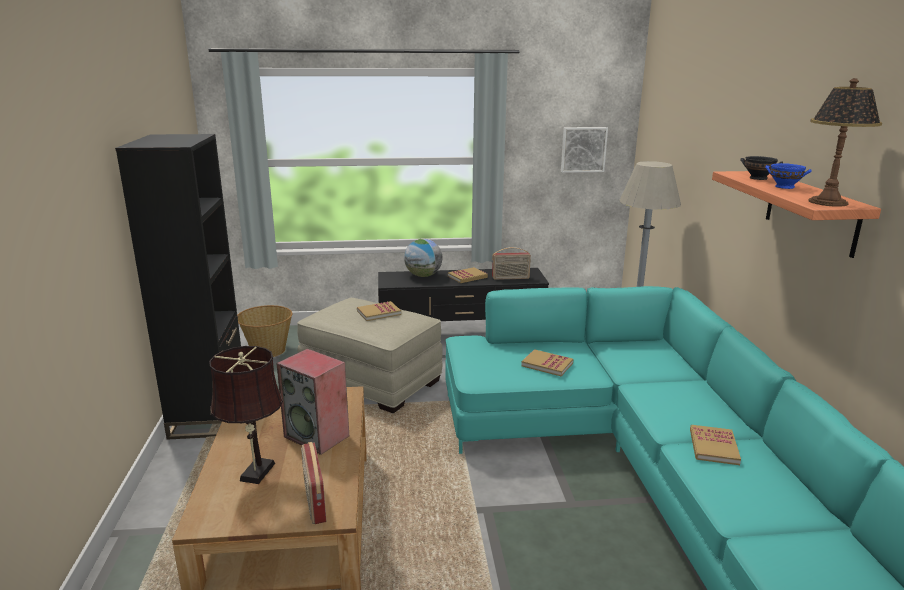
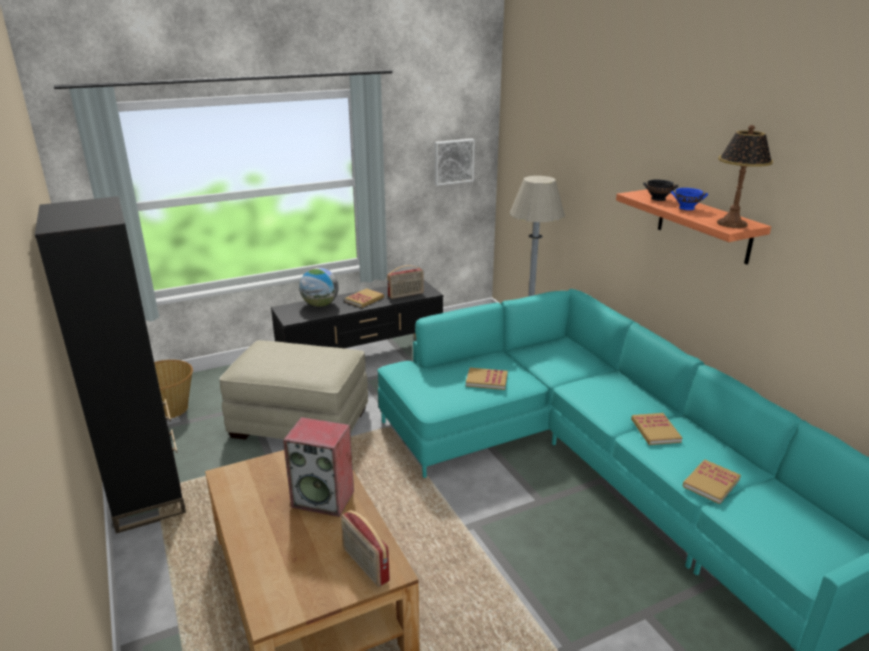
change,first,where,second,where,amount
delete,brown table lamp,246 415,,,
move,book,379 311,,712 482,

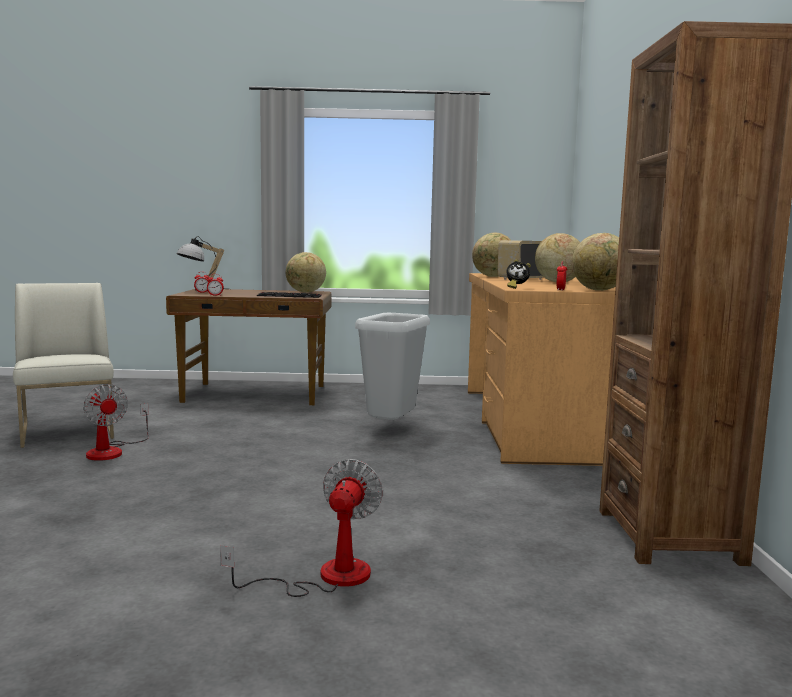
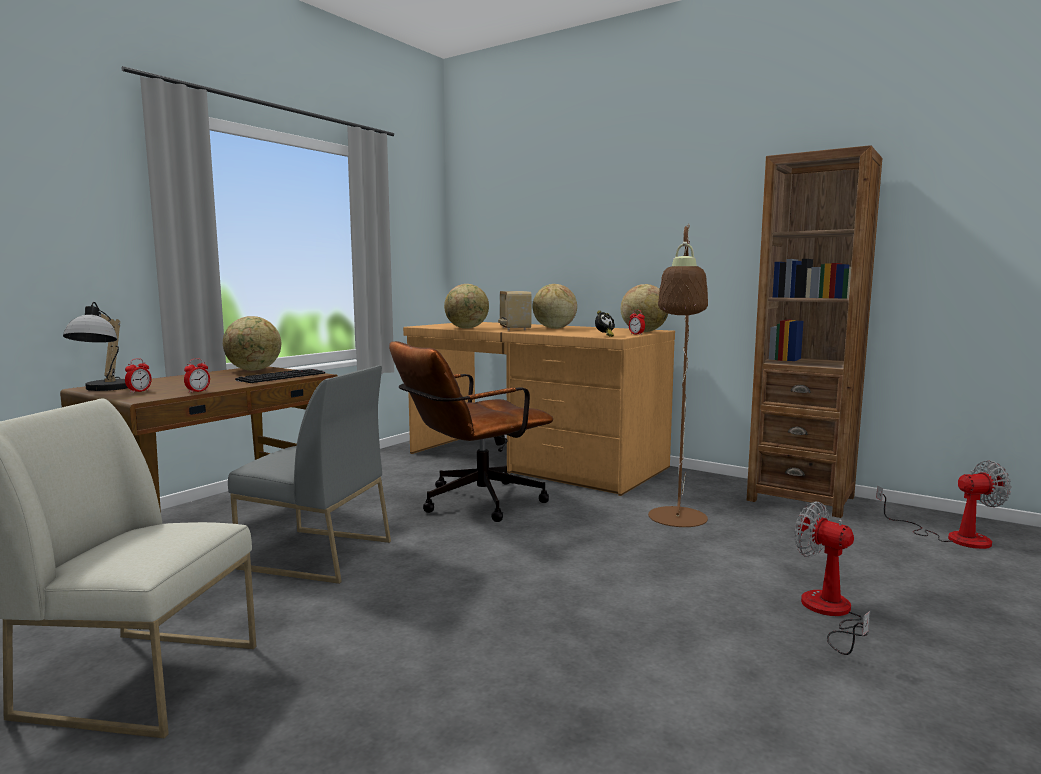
change,first,where,second,where,amount
move,fan,116 422,,944 505,
replace,grey trash can,392 366,brown office chair,471 431,
insert,,,grey chair,309 474,
insert,,,brown floor lamp,678 375,

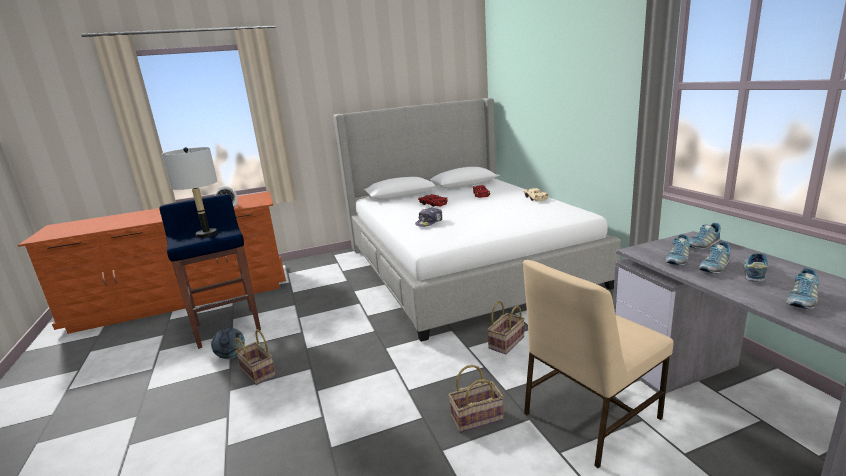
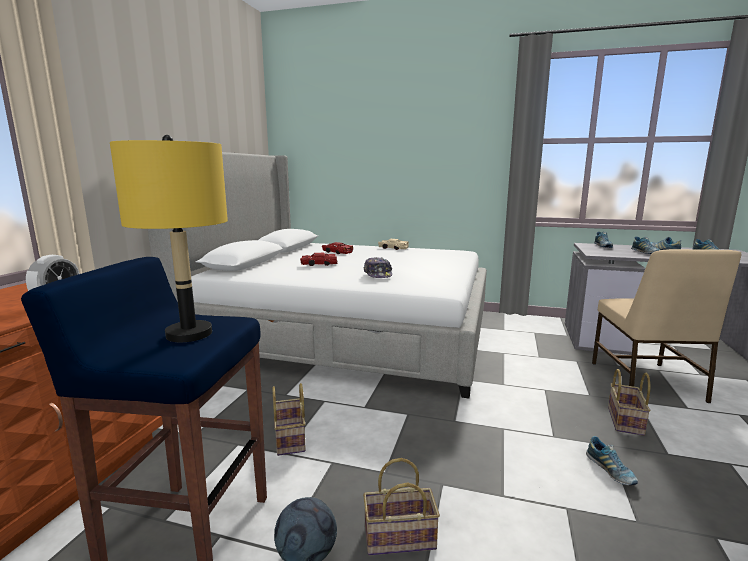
change,first,where,second,where,amount
recolor,grey table lamp,190 192,yellow table lamp,169 238,
move,basket,506 327,,289 419,
move,shoe,677 249,,612 460,

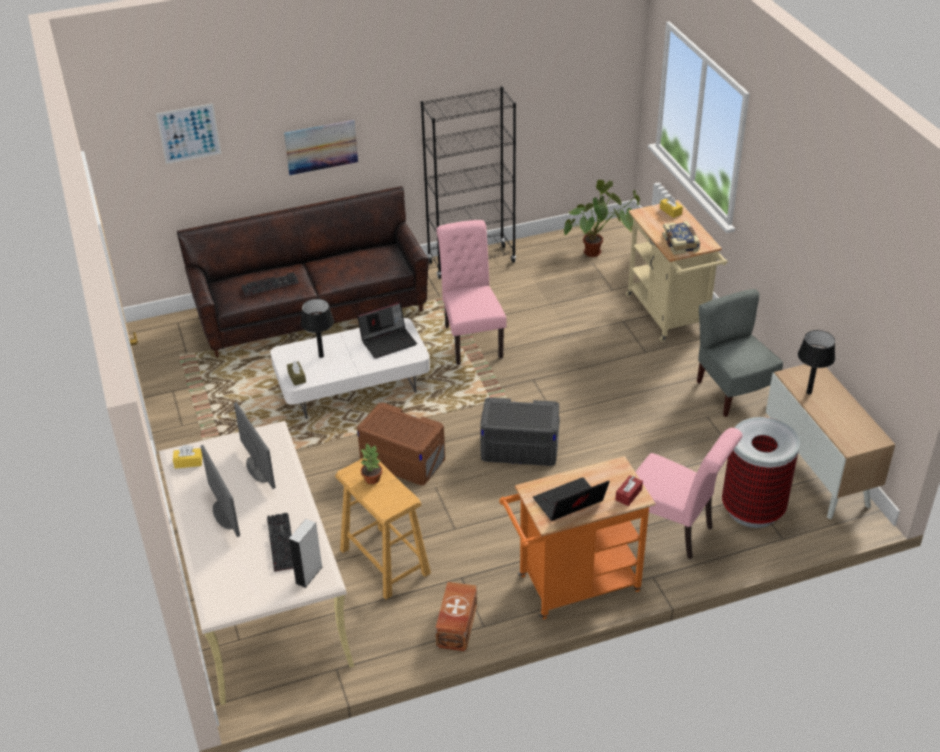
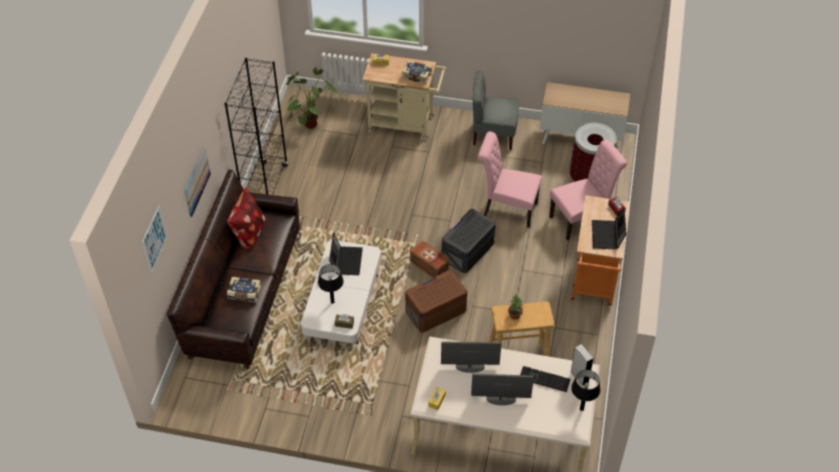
change,first,where,second,where,amount
replace,keyboard,270 284,book,244 289,
move,brown storage box,456 616,,429 259,
move,pink chair,471 292,,510 180,
move,black table lamp,816 362,,585 390,
insert,,,pillow,246 219,

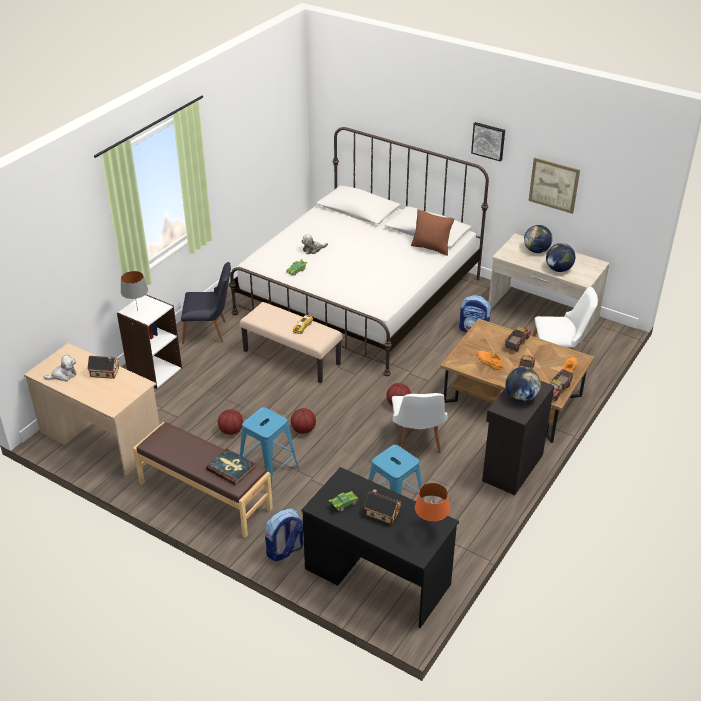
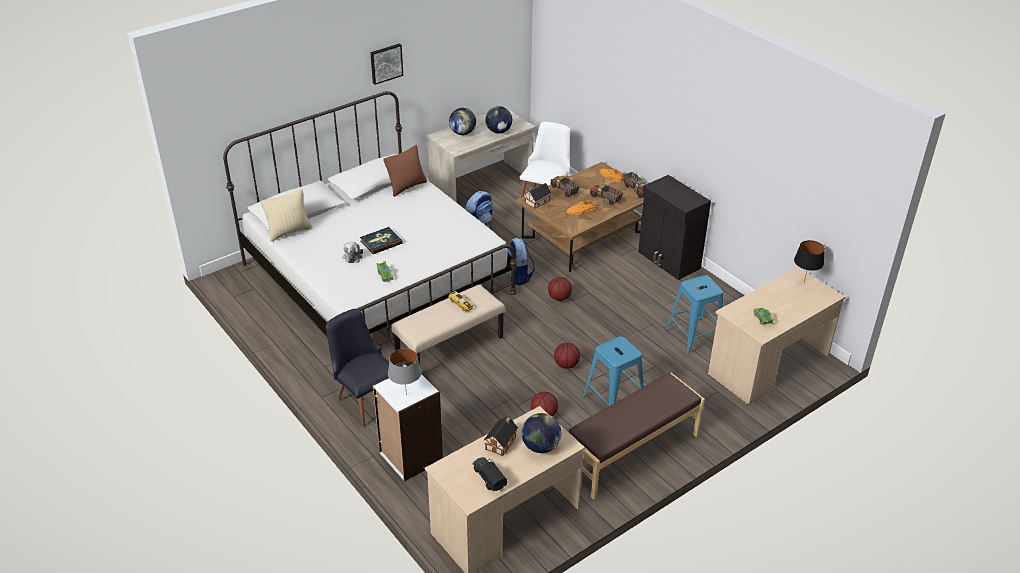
change,first,where,second,where,amount
replace,plush toy,60 368,toy truck,490 474,
rotate,black chair,206 303,,357 368,60 degrees counterclockwise
move,book,231 467,,381 240,
move,backpack,284 535,,520 261,
recolor,black desk,380 547,beige desk,777 336,
move,toy house,383 507,,537 196,
delete,white chair,420 423,,,
recolor,orange table lamp,432 503,black table lamp,809 261,
move,globe,523 384,,541 433,
delete,picture,554 185,,,
insert,,,beige pillow,286 215,

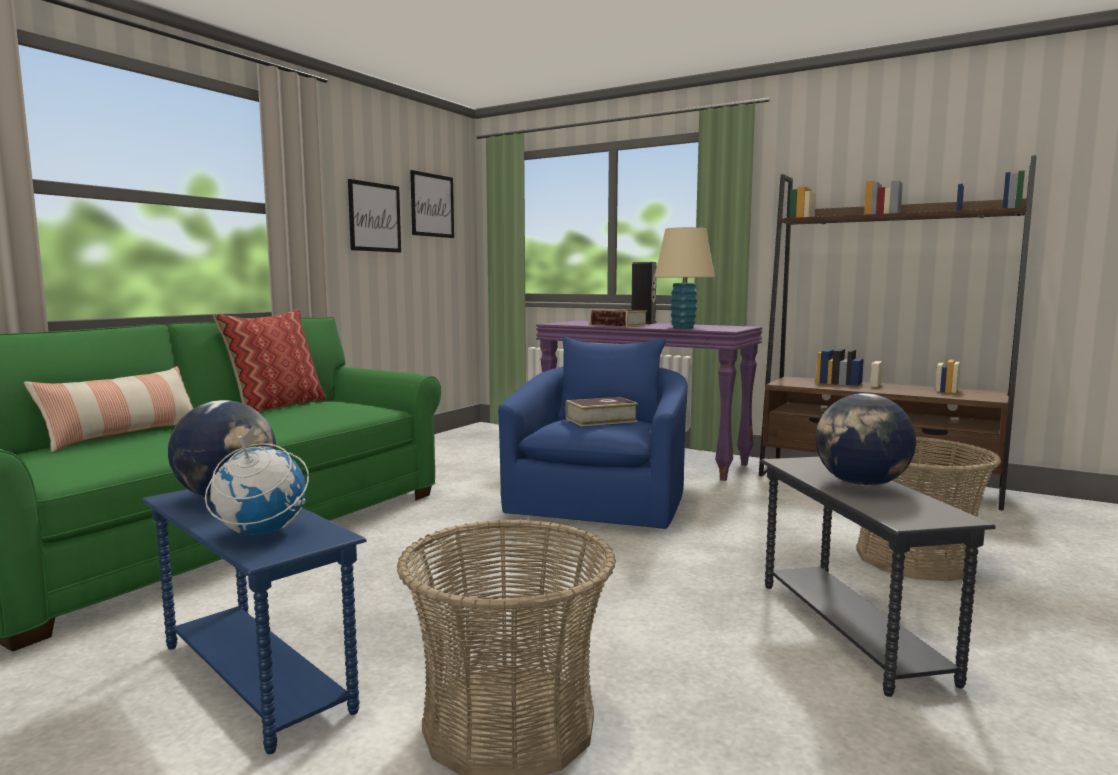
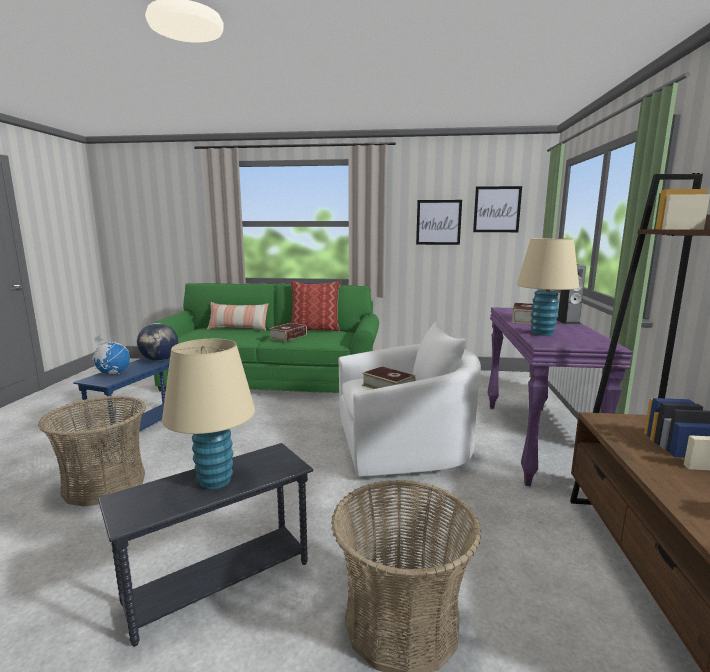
change,first,where,second,where,amount
recolor,blue armchair,593 433,white armchair,409 399,
replace,globe,865 439,beige table lamp,208 414,
insert,,,book,288 332,

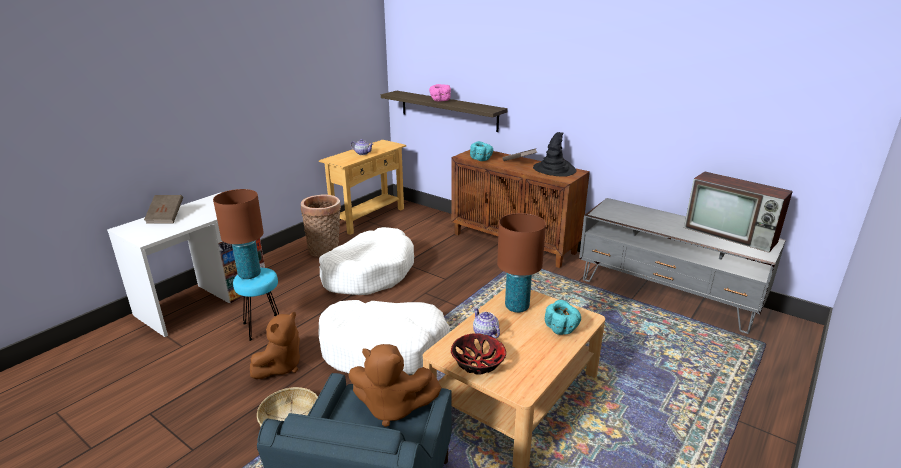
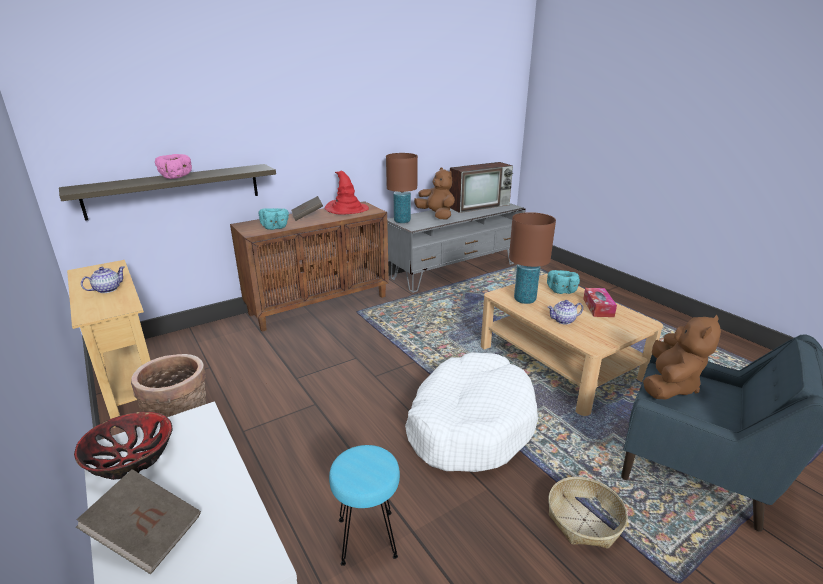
change,first,where,second,where,amount
move,brown table lamp,238 234,,402 188,
move,brown plush toy,275 345,,434 193,
delete,white dog bed,366 261,,,
move,bowl,478 354,,123 446,
recolor,black hat,554 154,red hat,347 193,
insert,,,tissue box,600 302,

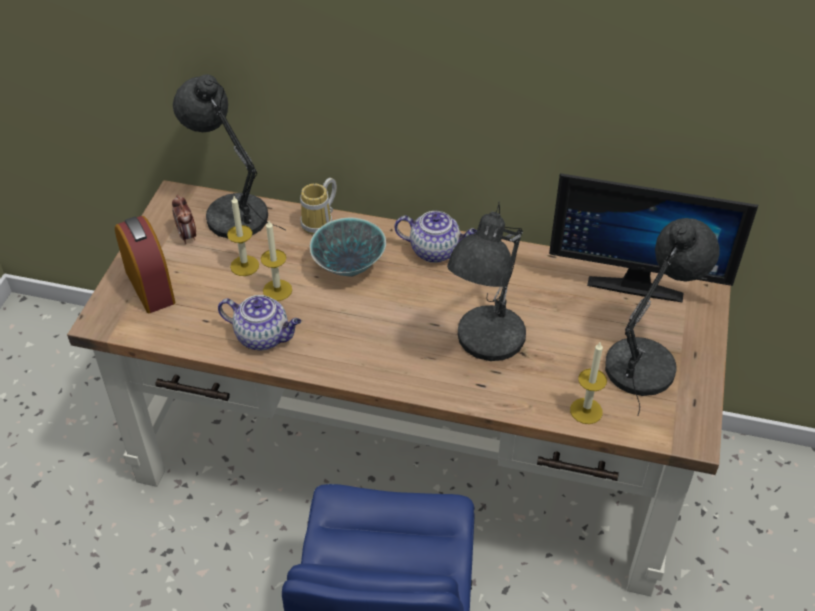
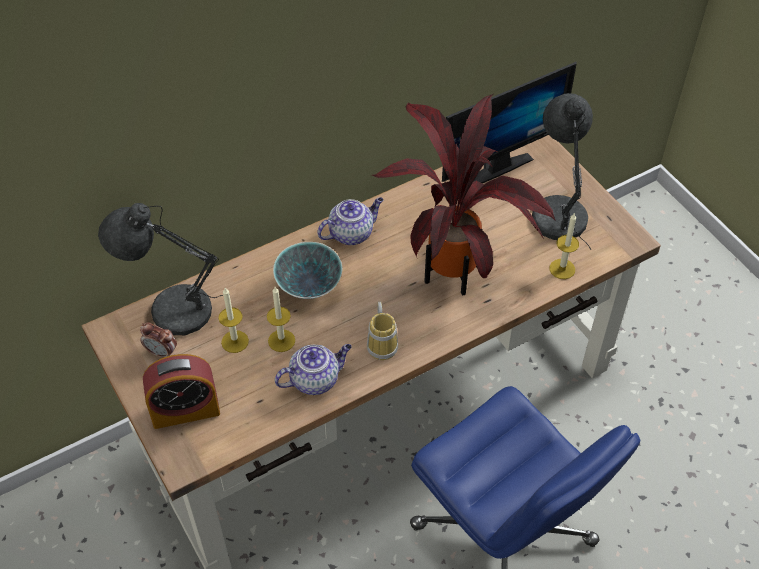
change,first,where,second,where,amount
rotate,alarm clock,145 264,,181 391,150 degrees clockwise
move,mug,318 206,,382 331,
replace,grey table lamp,486 281,potted plant,464 195,

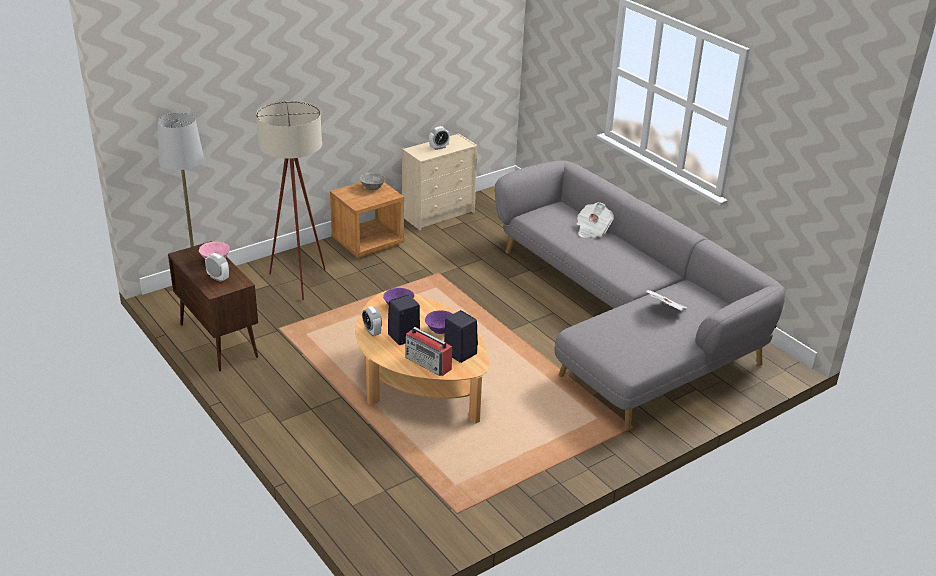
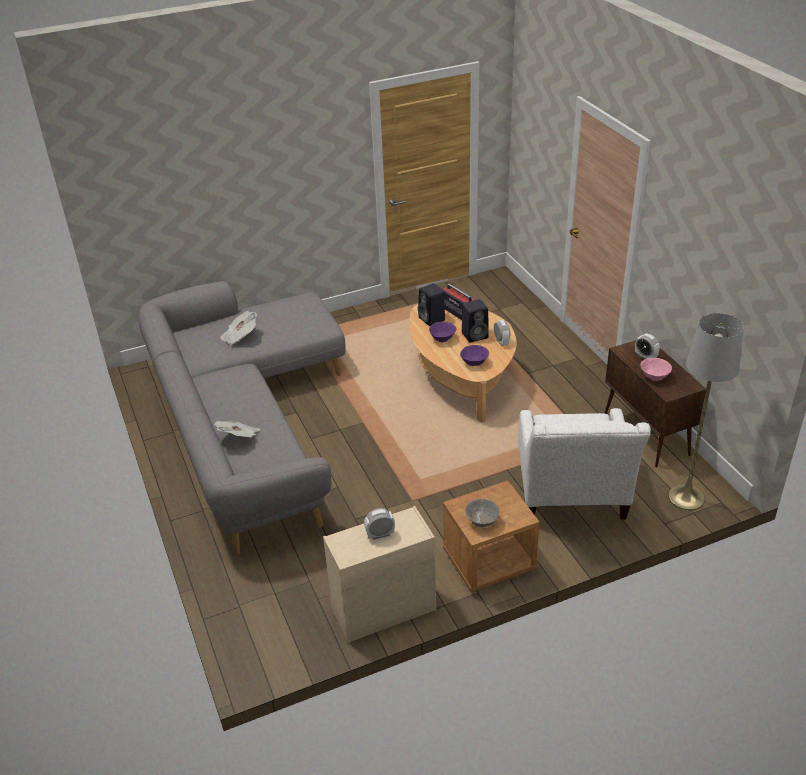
change,first,where,second,where,amount
replace,beige floor lamp,291 200,white armchair,584 464,

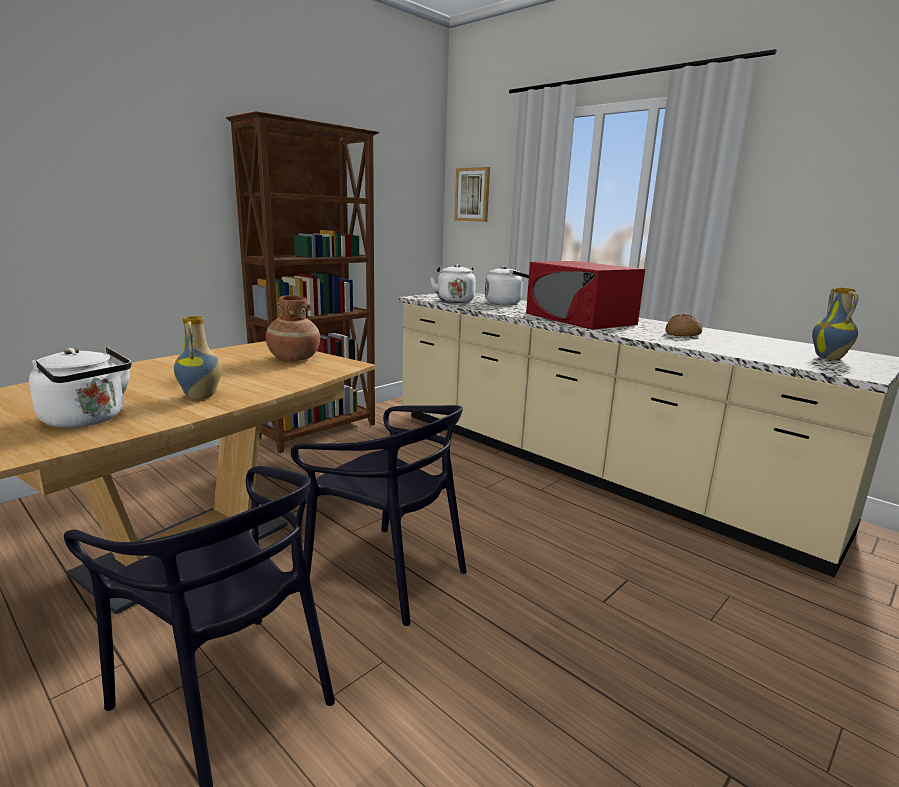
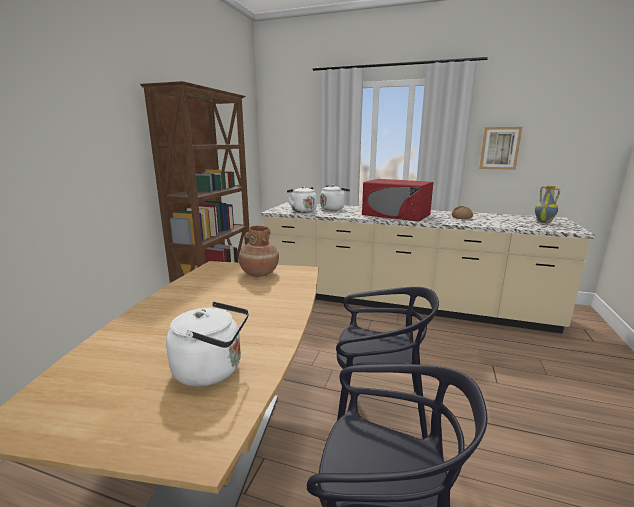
change,first,where,second,where,amount
delete,vase,198 357,,,
move,picture,472 194,,500 148,

